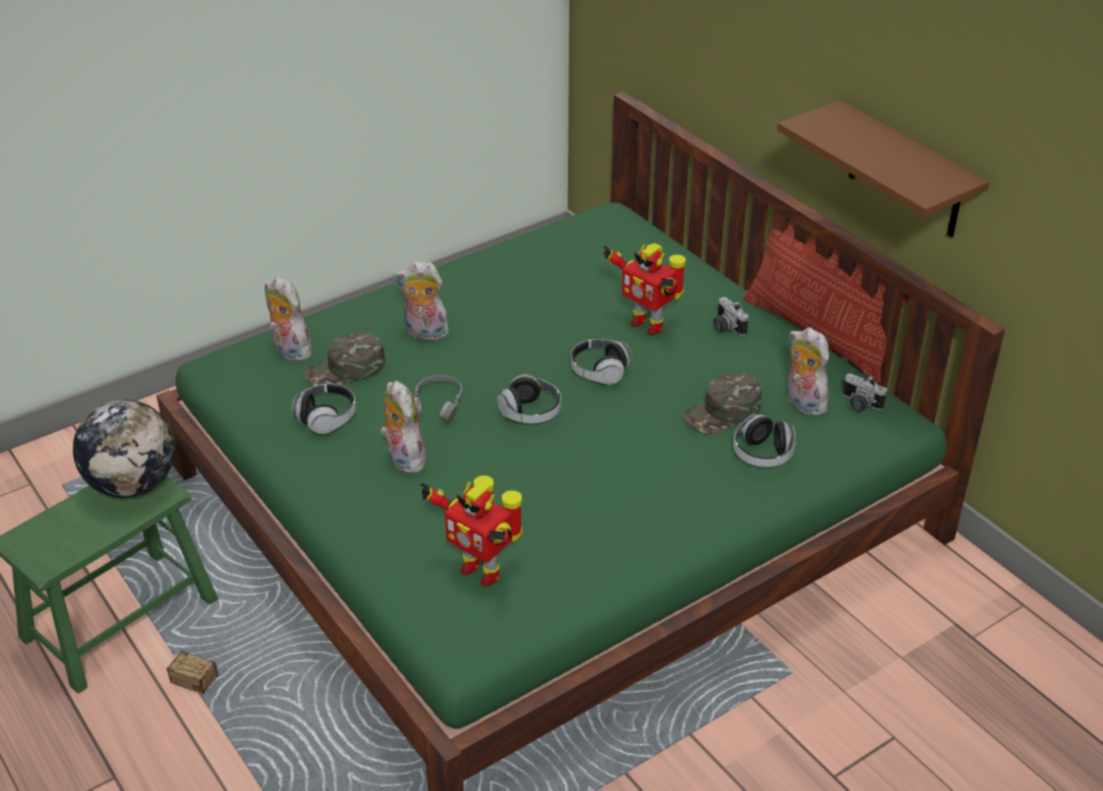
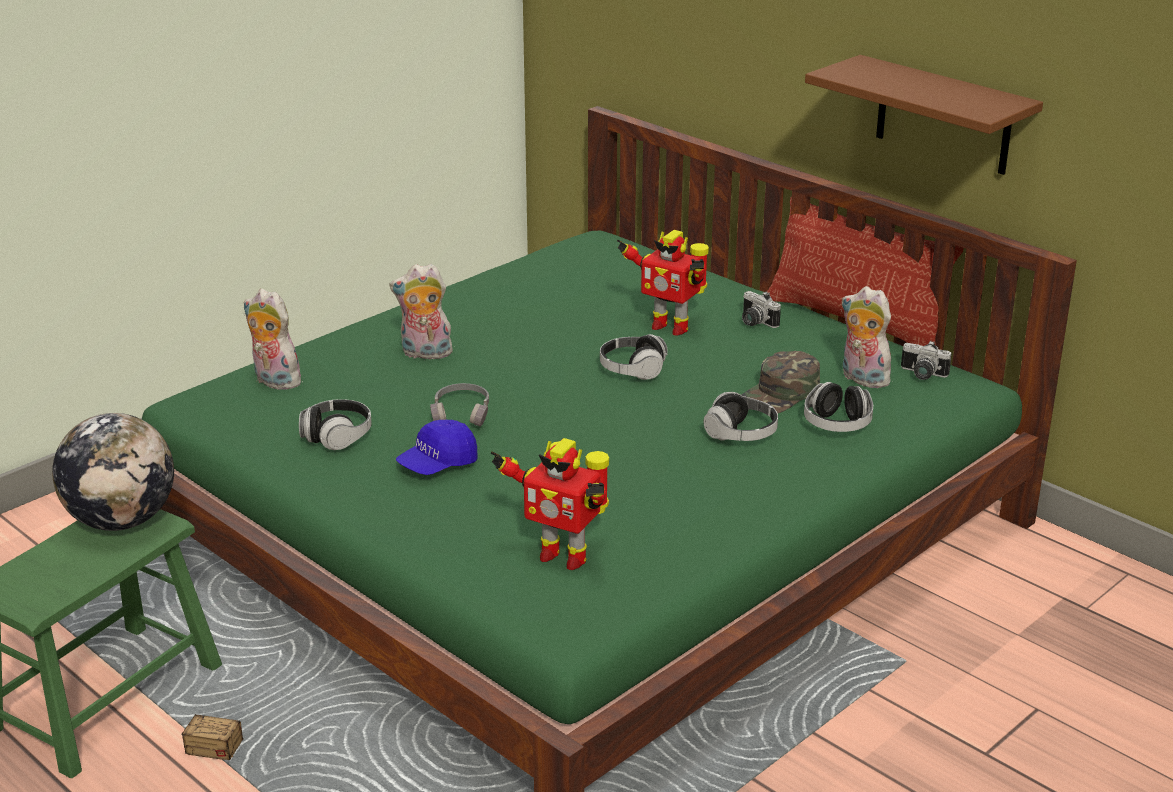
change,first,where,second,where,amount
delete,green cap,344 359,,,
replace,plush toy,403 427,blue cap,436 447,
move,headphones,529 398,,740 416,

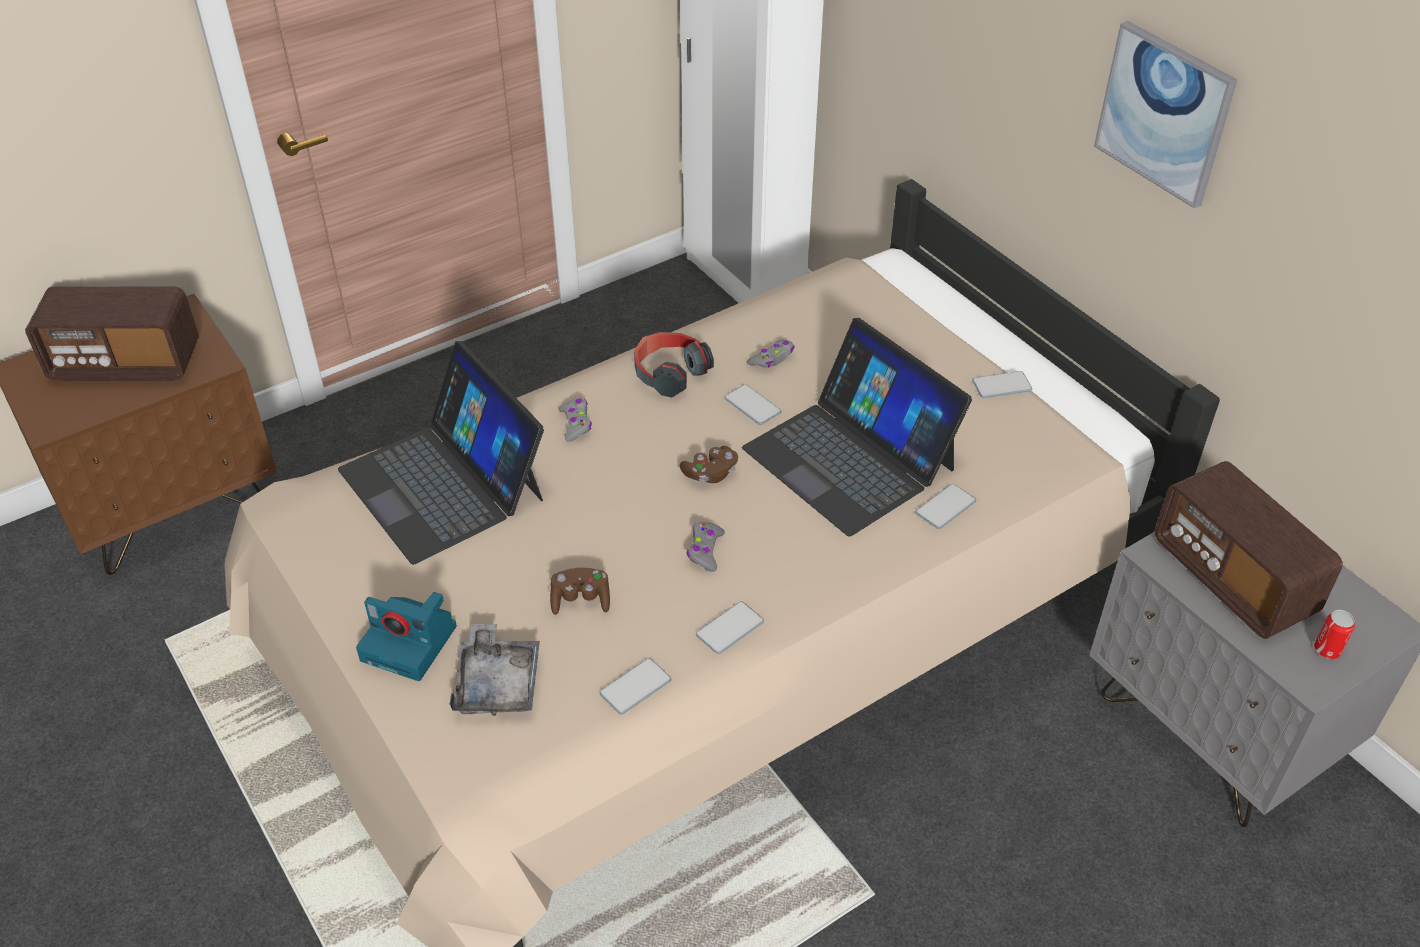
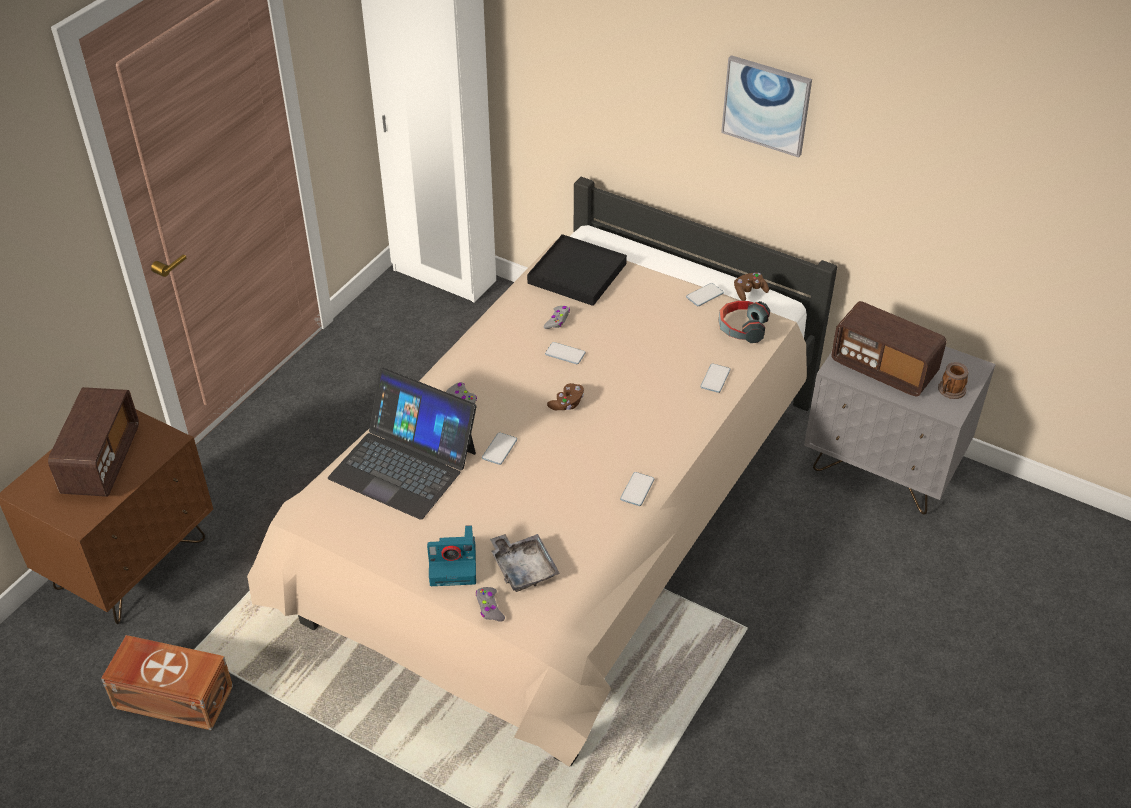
change,first,where,second,where,amount
rotate,radio,111 334,,93 442,60 degrees counterclockwise
move,brown game controller,580 591,,751 286,
move,phone,635 686,,499 448,
move,headphones,674 365,,744 321,
move,grey game controller,706 546,,490 604,
delete,laptop,857 427,,,
replace,can,1334 634,mug,953 380,
insert,,,brown storage box,167 682,
insert,,,black tray,577 270,

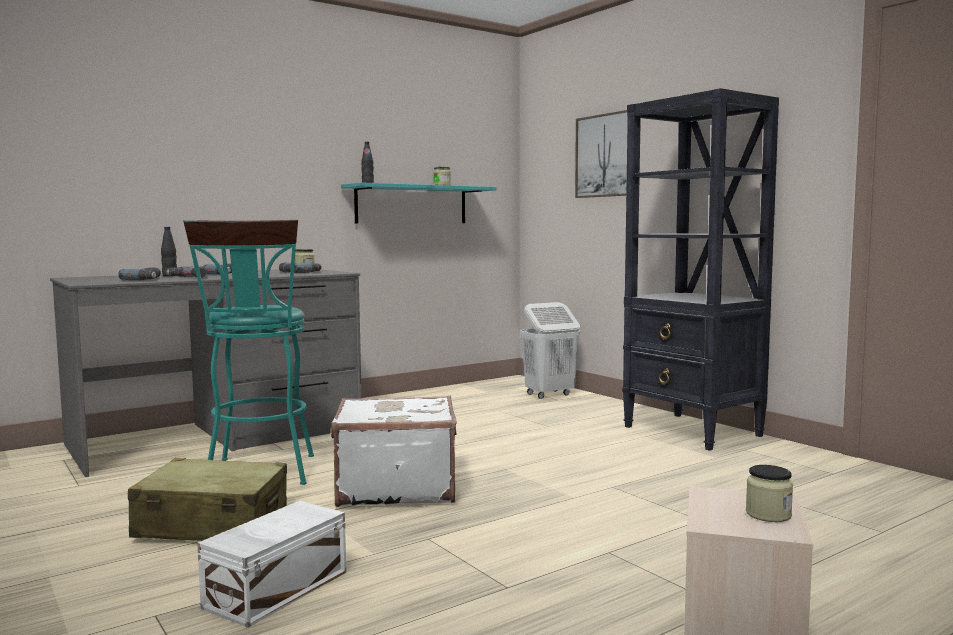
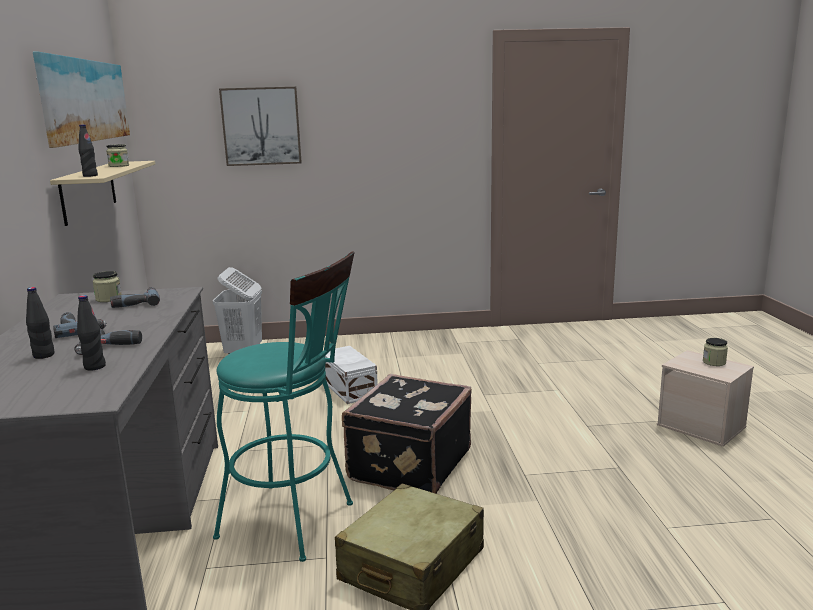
change,first,where,second,where,amount
replace,power drill,139 273,black bottle,91 332,
move,white storage box,271 564,,351 375,
recolor,white suitcase,394 451,black suitcase,407 433,
recolor,turquoise shelf,419 202,beige shelf,103 193,
delete,black bookcase,700 269,,,
insert,,,picture,81 100,

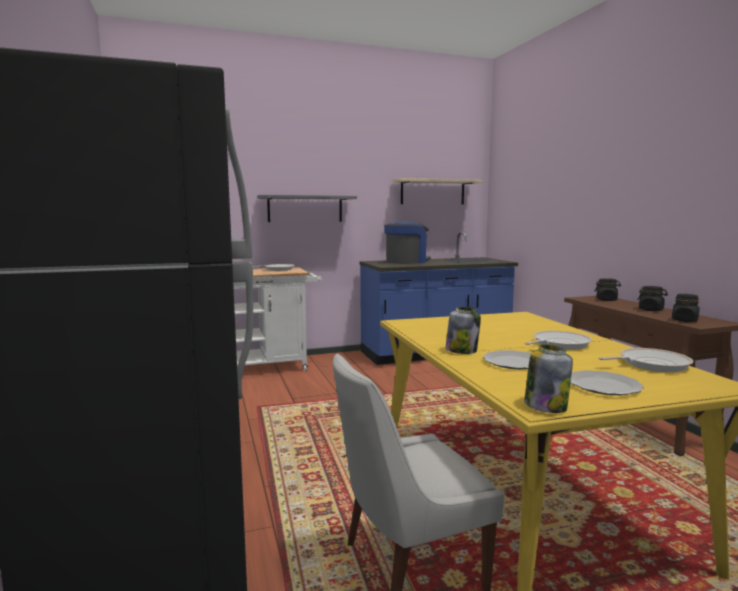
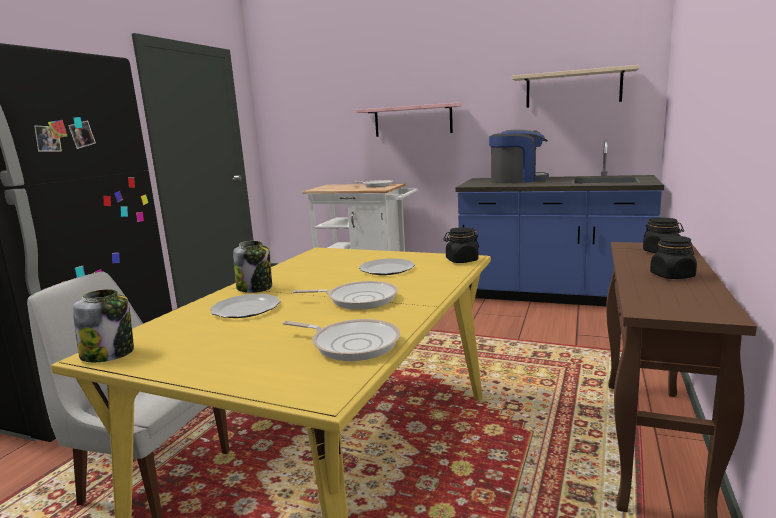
change,first,where,second,where,amount
recolor,grey shelf,307 208,pink shelf,409 120,
move,plate,607 382,,387 266,
move,black jar,686 308,,461 245,

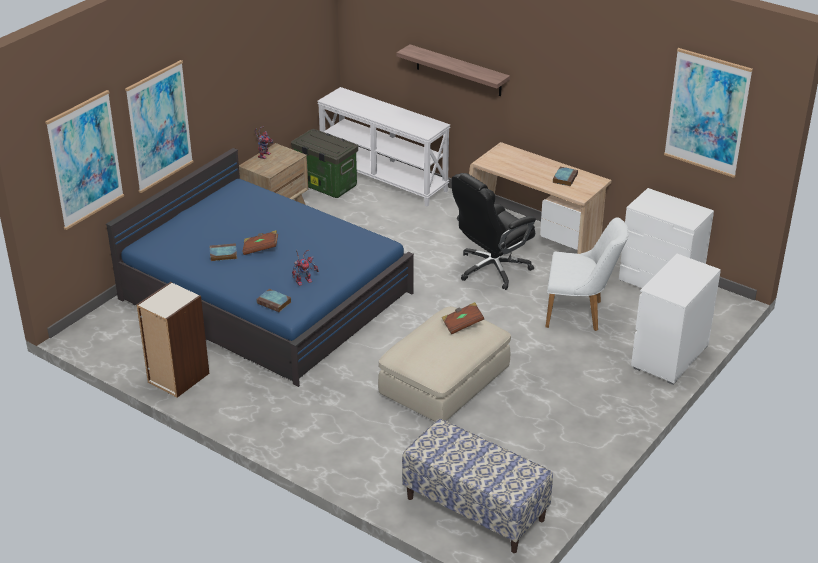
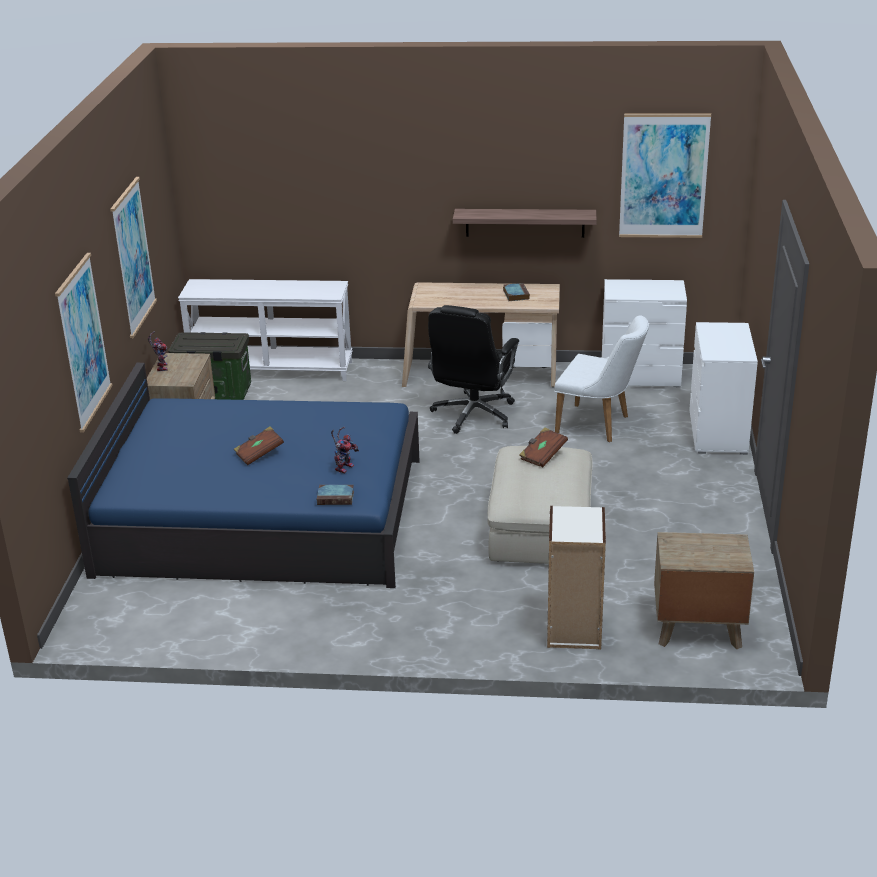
change,first,where,second,where,amount
move,picture,84 160,,133 257,
move,bookcase,173 340,,576 577,
delete,book,223 252,,,
move,shelf,453 70,,524 223,
replace,bench,477 486,brown nightstand,704 590,
rotate,white chair,587 274,,601 378,45 degrees clockwise

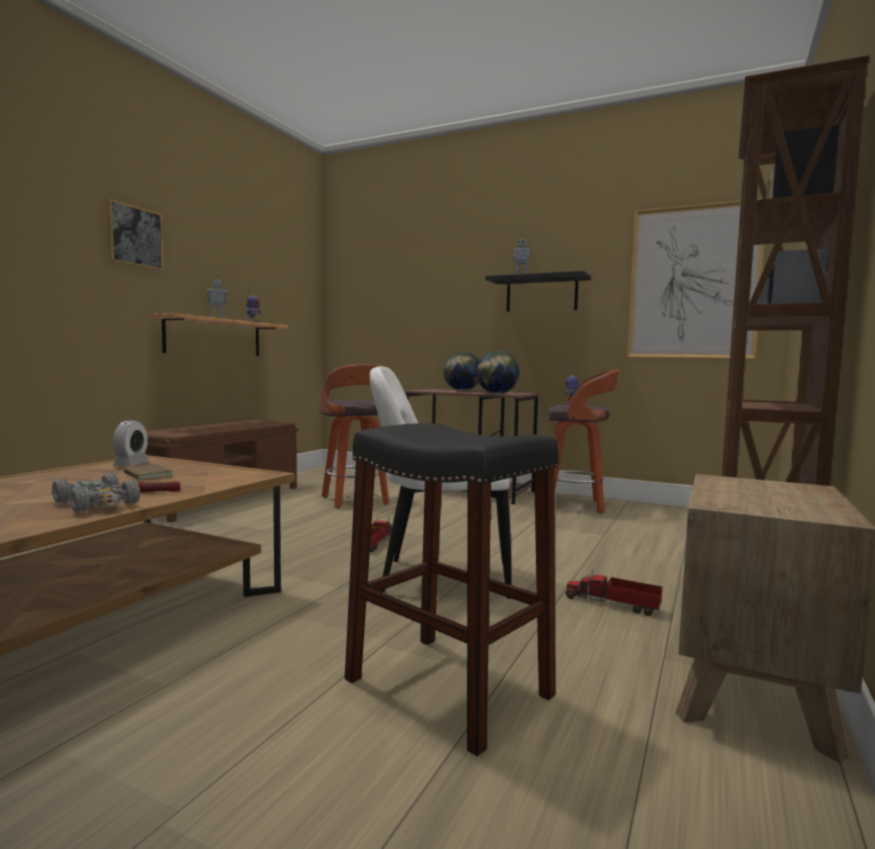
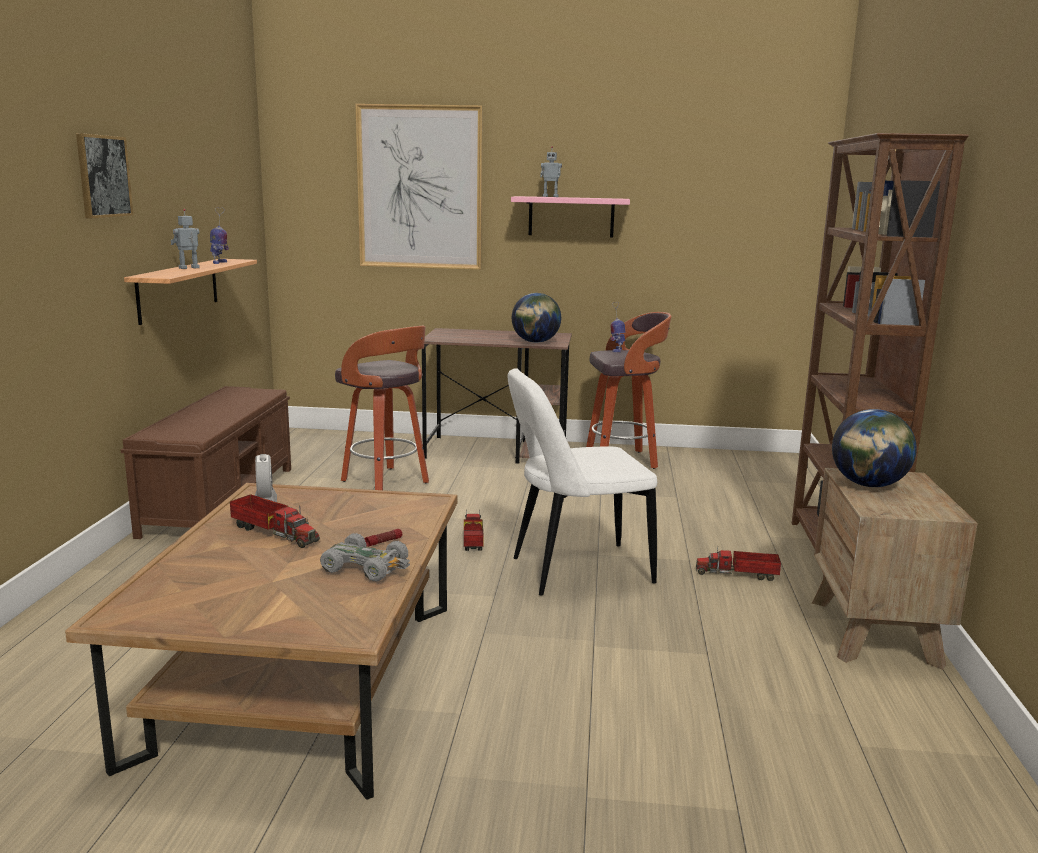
change,first,where,second,where,amount
delete,brown book,148 472,,,
delete,black stool,452 589,,,
move,globe,461 371,,874 448,
recolor,black shelf,538 291,pink shelf,570 217,
move,picture,695 279,,419 187,
insert,,,toy truck,275 521,

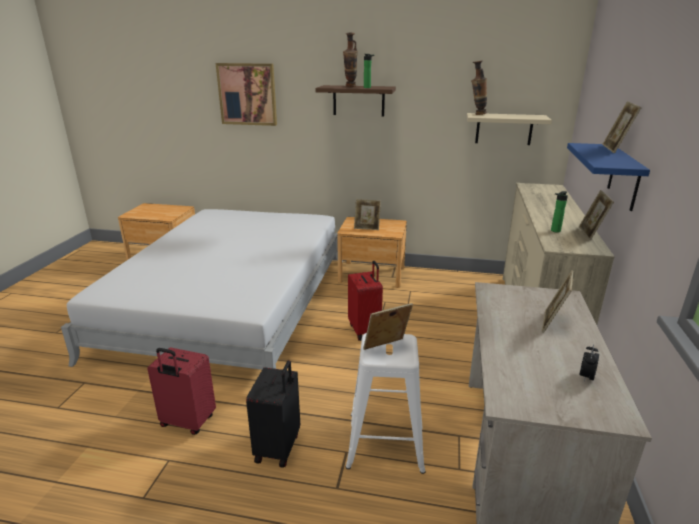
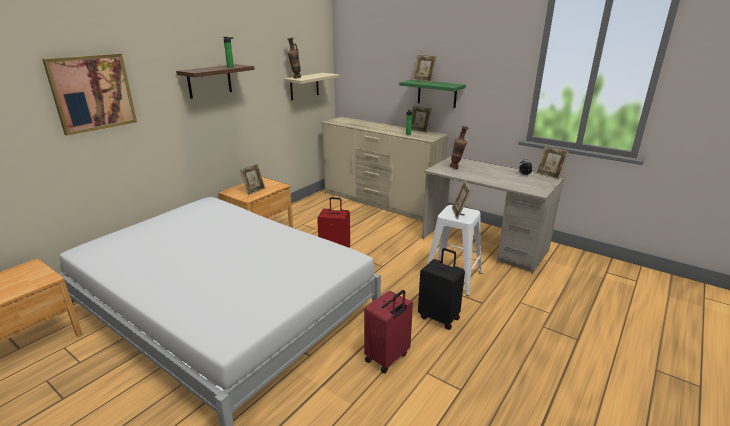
change,first,where,second,where,amount
move,vase,350 60,,459 147,
move,picture frame,557 301,,552 162,
recolor,blue shelf,608 177,green shelf,432 93,

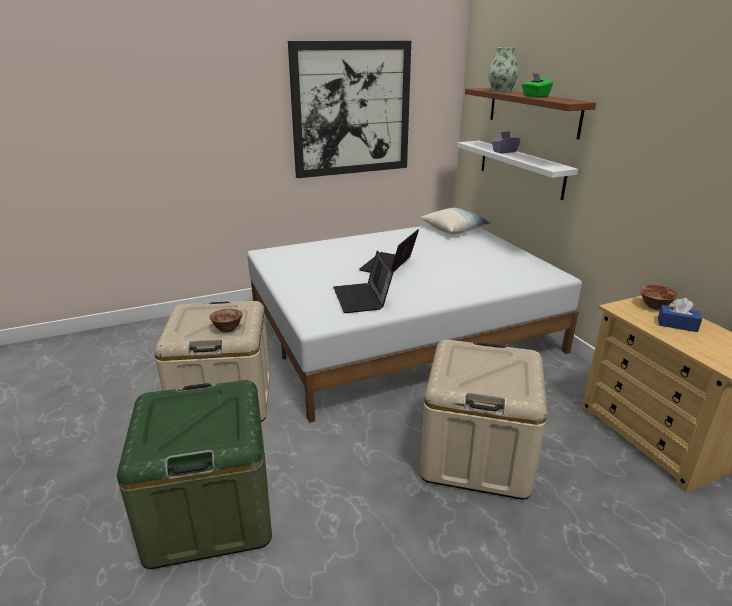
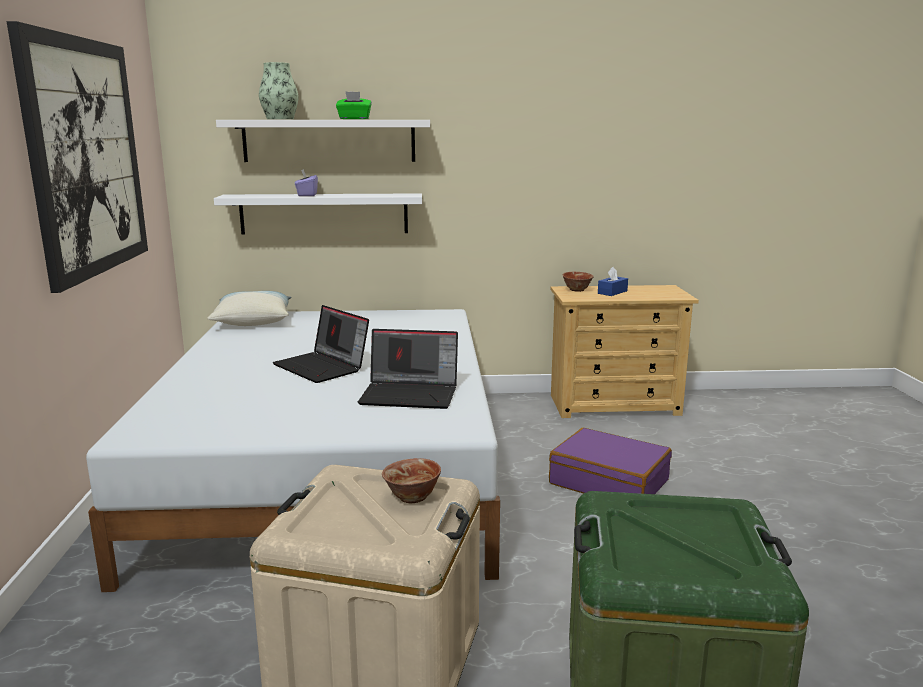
change,first,where,second,where,amount
replace,beige storage box,483 420,purple suitcase,610 461,
recolor,brown shelf,530 113,white shelf,323 141,

